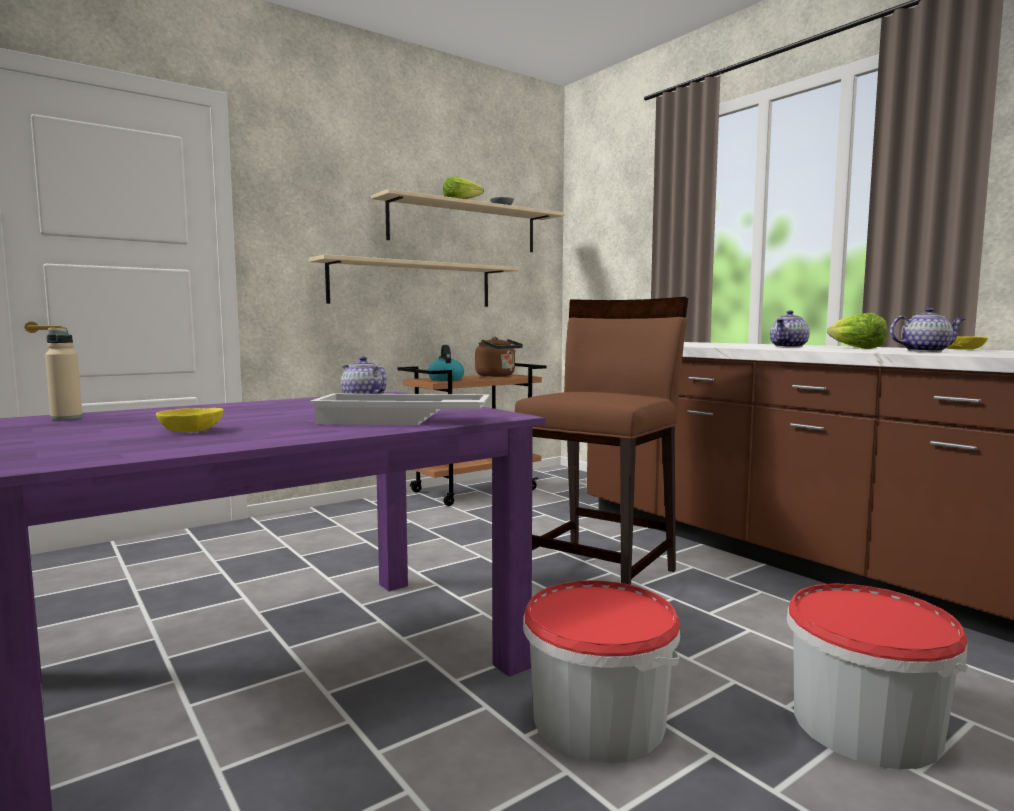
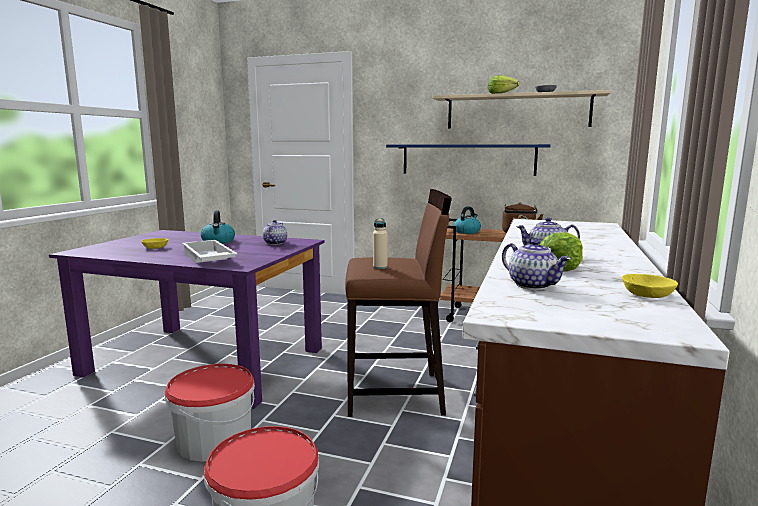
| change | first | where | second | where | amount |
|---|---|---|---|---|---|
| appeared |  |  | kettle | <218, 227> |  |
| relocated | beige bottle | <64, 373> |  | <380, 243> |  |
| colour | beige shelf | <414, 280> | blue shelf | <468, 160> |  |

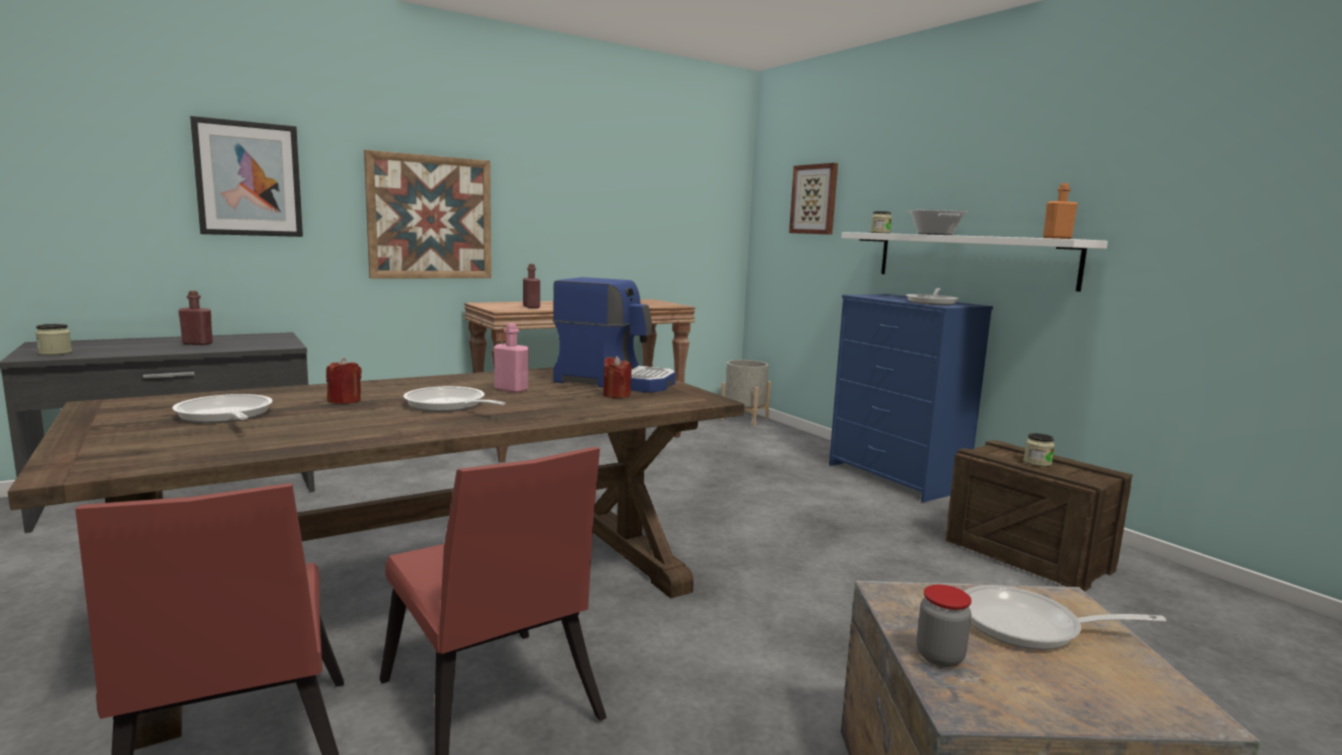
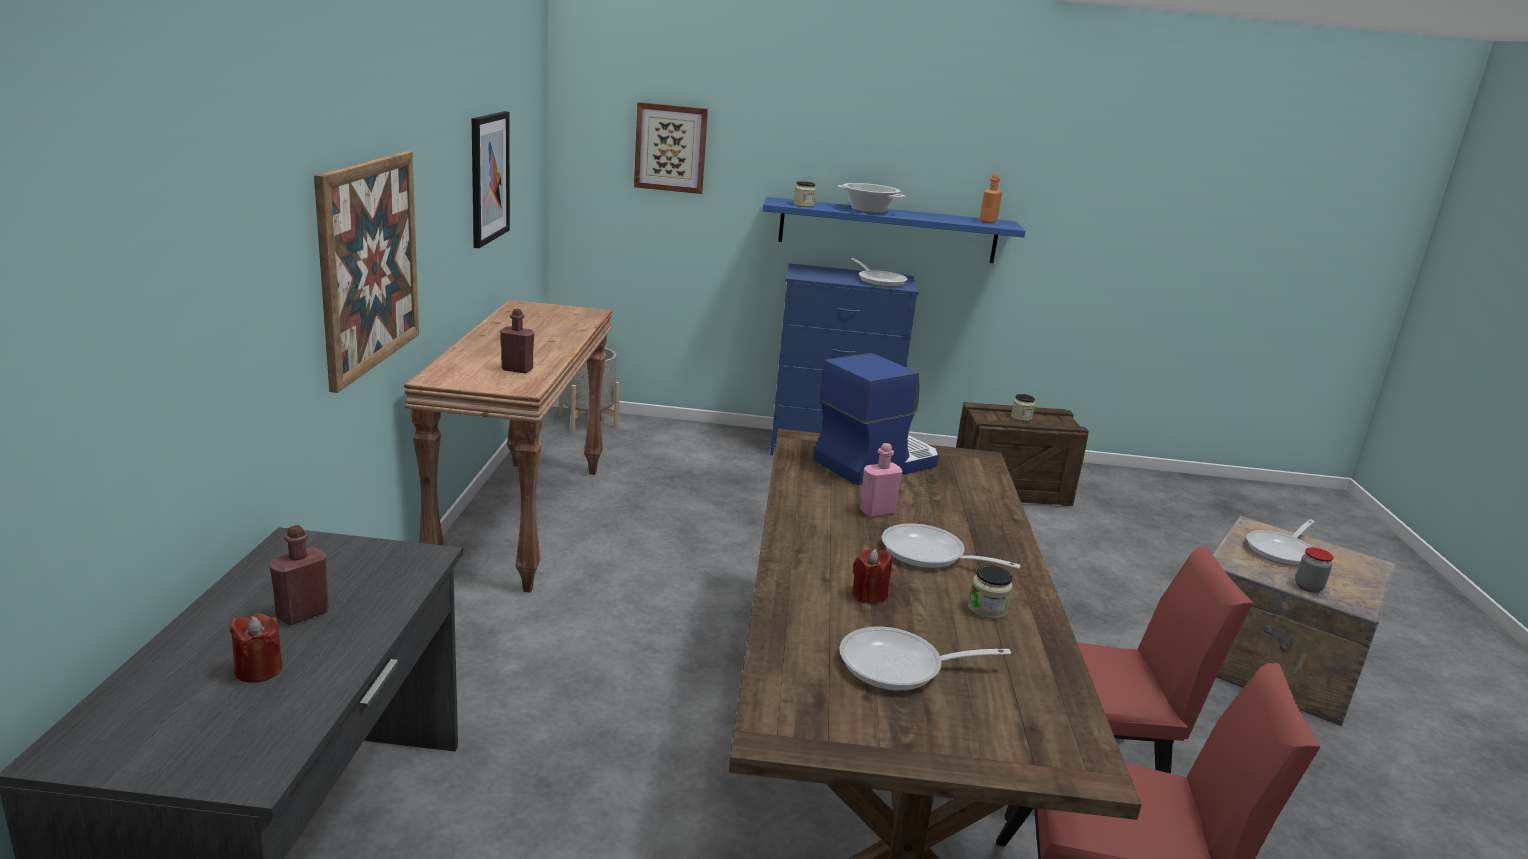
| change | first | where | second | where | amount |
|---|---|---|---|---|---|
| relocated | red candle | <617, 377> |  | <256, 648> |  |
| relocated | picture | <246, 176> |  | <491, 179> |  |
| colour | white shelf | <974, 262> | blue shelf | <893, 230> |  |
| spun | frying pan | <454, 399> |  | <951, 546> | 45 degrees clockwise |
| relocated | jar | <53, 339> |  | <990, 592> |  |

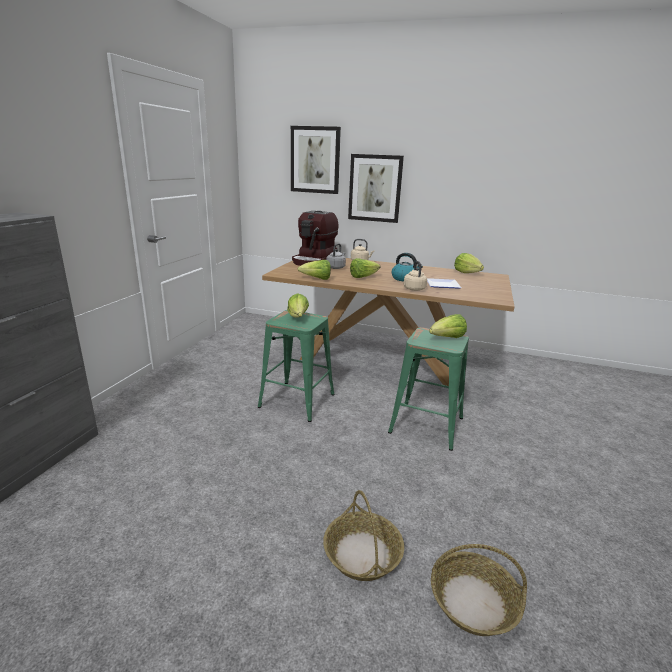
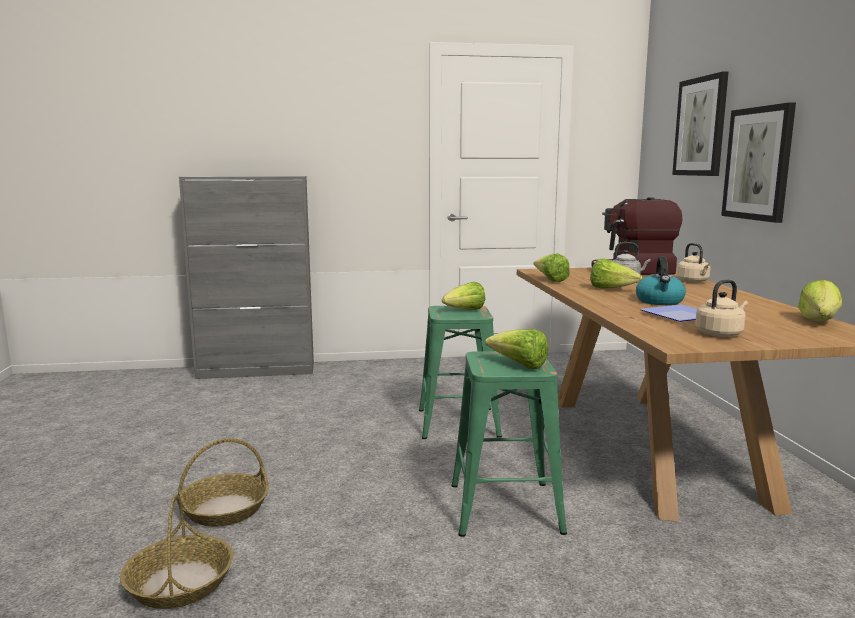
| change | first | where | second | where | amount |
|---|---|---|---|---|---|
| relocated | beige kettle | <415, 276> |  | <721, 308> |  |

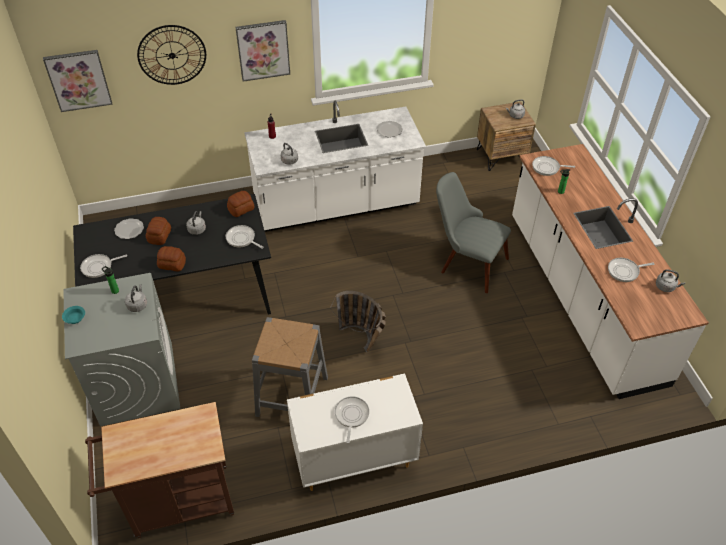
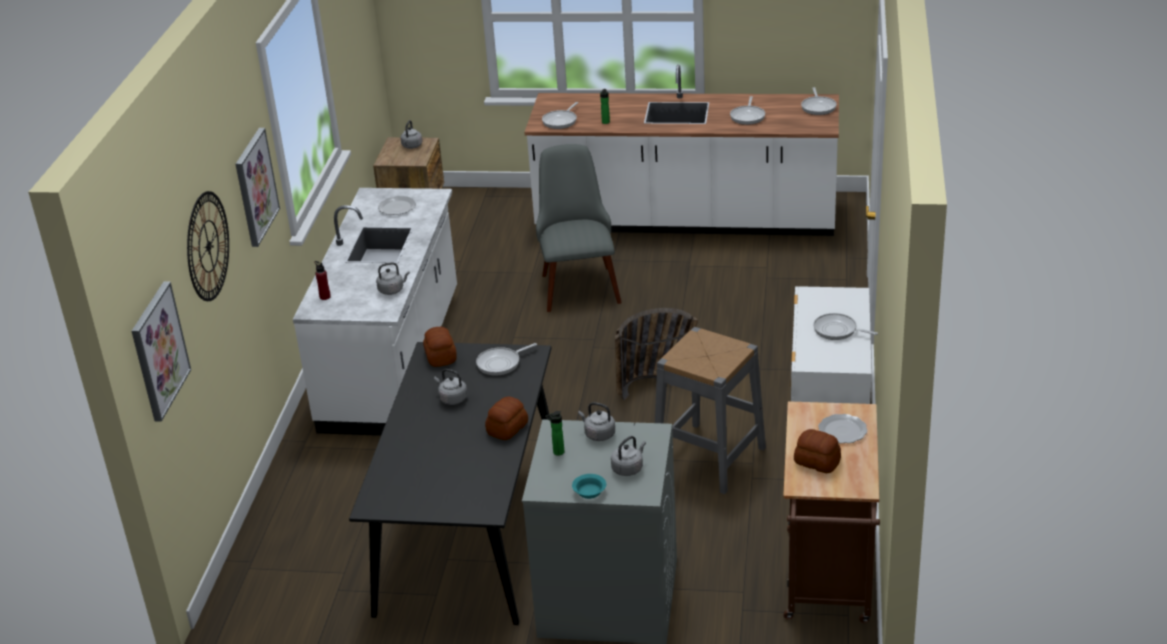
| change | first | where | second | where | amount |
|---|---|---|---|---|---|
| spun | grey chair | <473, 232> |  | <579, 228> | 120 degrees clockwise |
| relocated | grey kettle | <670, 280> |  | <628, 456> |  |
| relocated | bread | <158, 231> |  | <817, 451> |  |
| relocated | frying pan | <103, 266> |  | <819, 101> |  |
| relocated | plate | <129, 228> |  | <842, 429> |  |

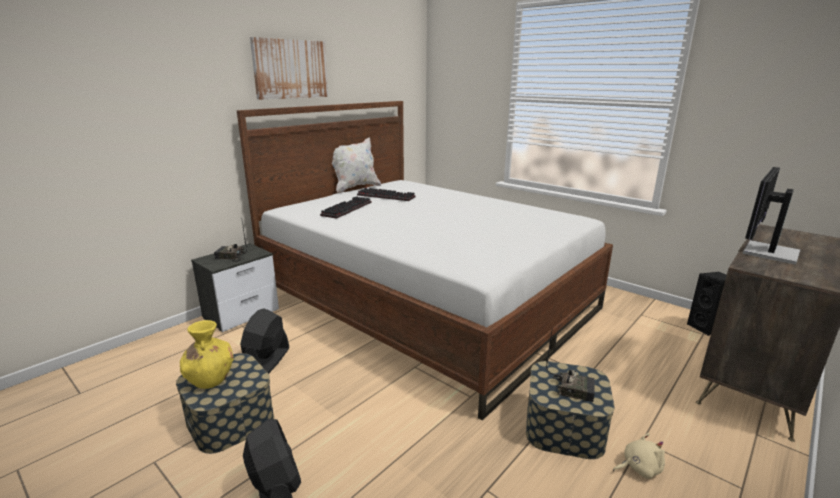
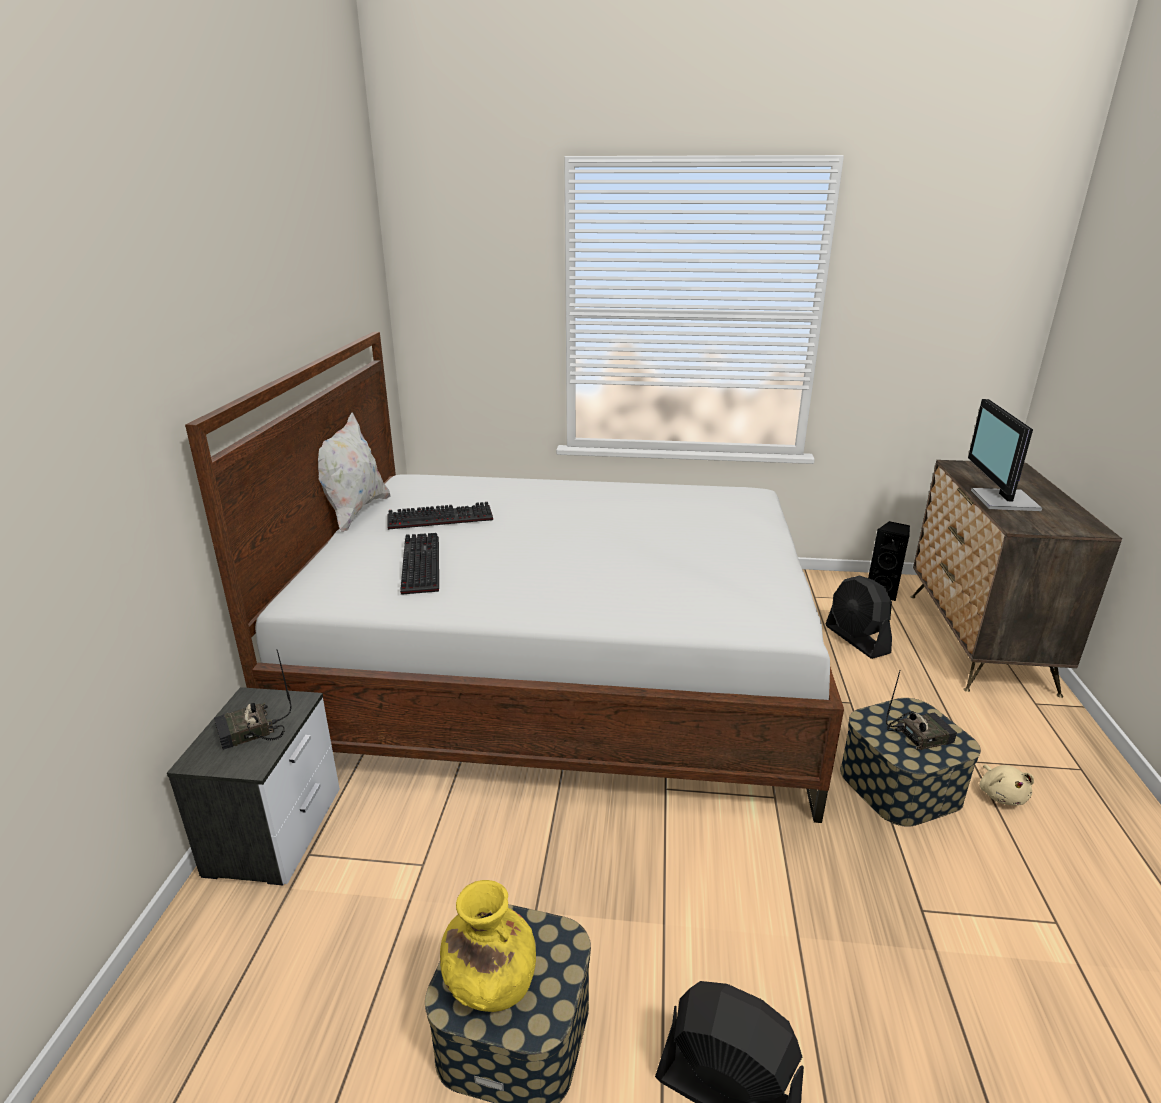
| change | first | where | second | where | amount |
|---|---|---|---|---|---|
| relocated | black fan | <264, 341> |  | <859, 617> |  |
| spun | beige plush toy | <639, 456> |  | <1007, 785> | 135 degrees clockwise |
| missing | picture | <289, 68> |  |  |  |

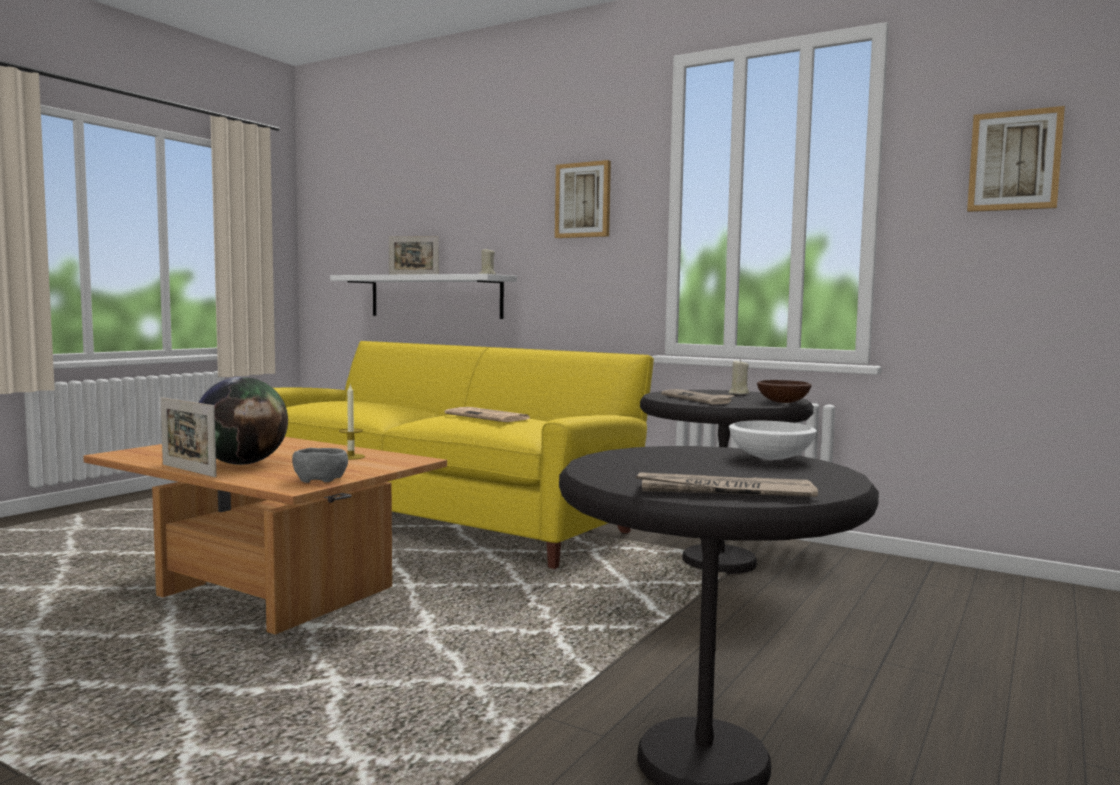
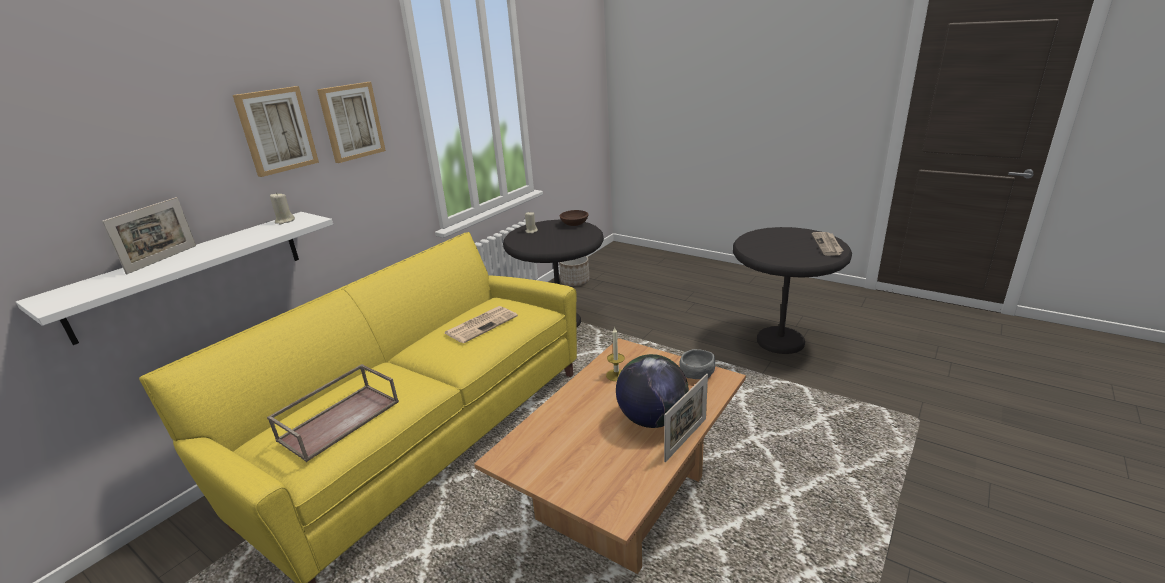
| change | first | where | second | where | amount |
|---|---|---|---|---|---|
| relocated | picture | <1016, 159> |  | <276, 131> |  |
| appeared |  |  | brown tray | <333, 413> |  |
| appeared |  |  | planter | <574, 271> |  |
| missing | newspaper | <697, 397> |  |  |  |
| missing | white bowl | <773, 440> |  |  |  |

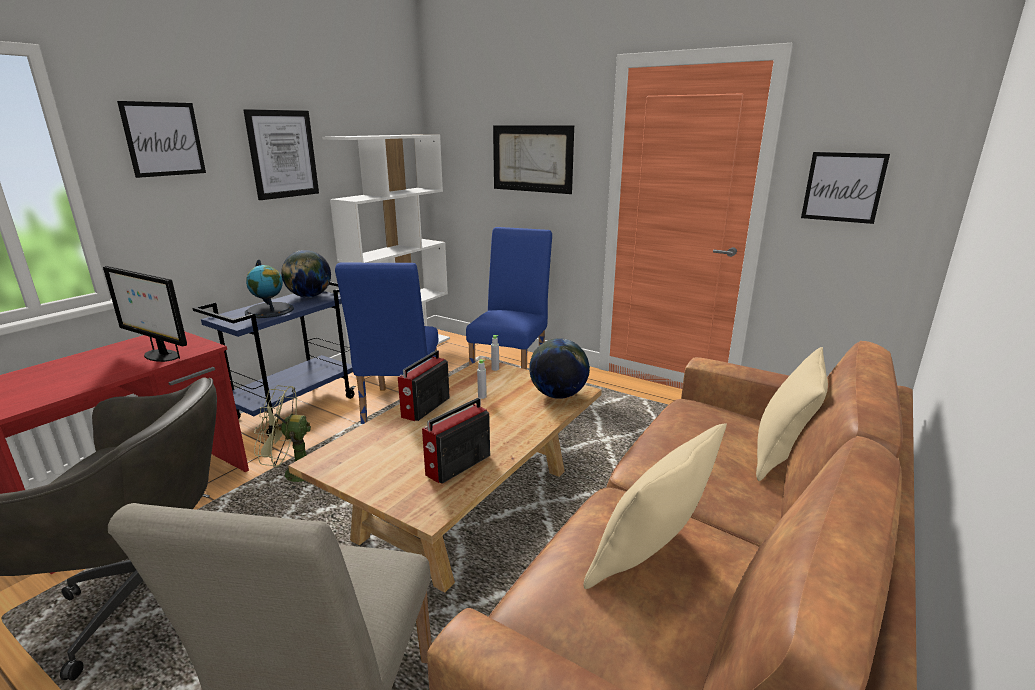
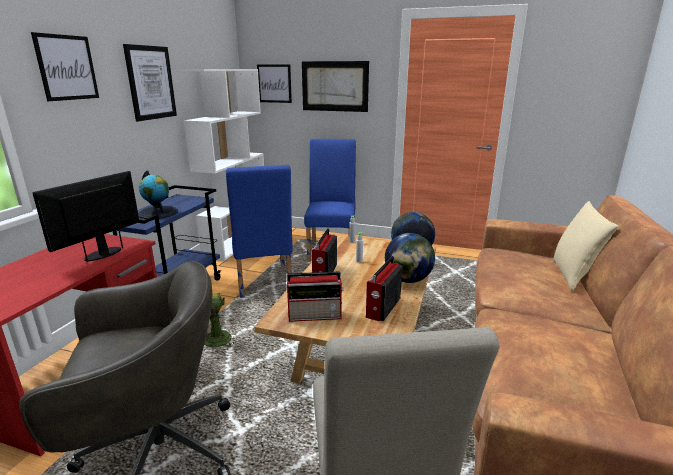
| change | first | where | second | where | amount |
|---|---|---|---|---|---|
| spun | monitor | <145, 314> |  | <86, 216> | 105 degrees clockwise |
| relocated | picture | <845, 188> |  | <274, 83> |  |
| appeared |  |  | radio | <315, 296> |  |
| relocated | globe | <306, 274> |  | <410, 258> |  |
| missing | beige pillow | <655, 506> |  |  |  |

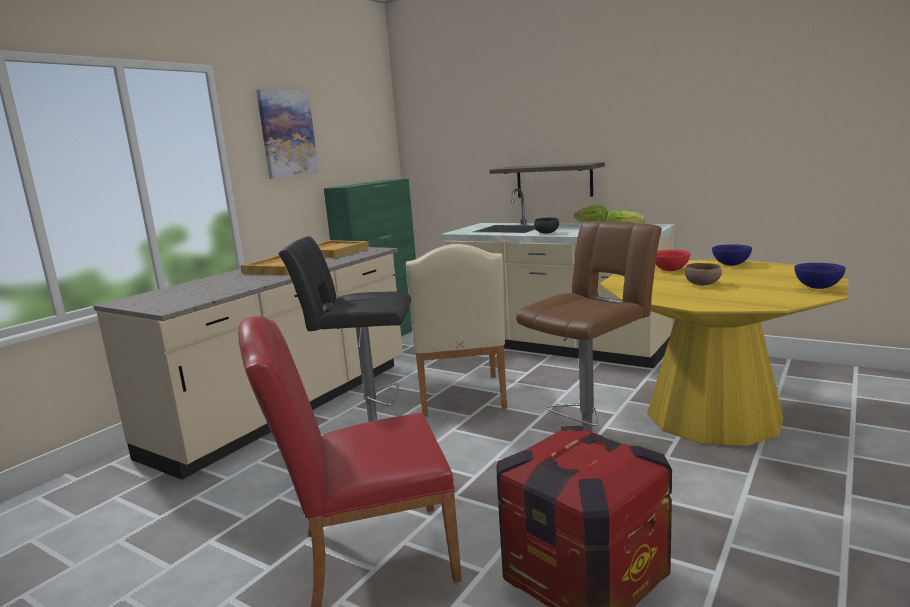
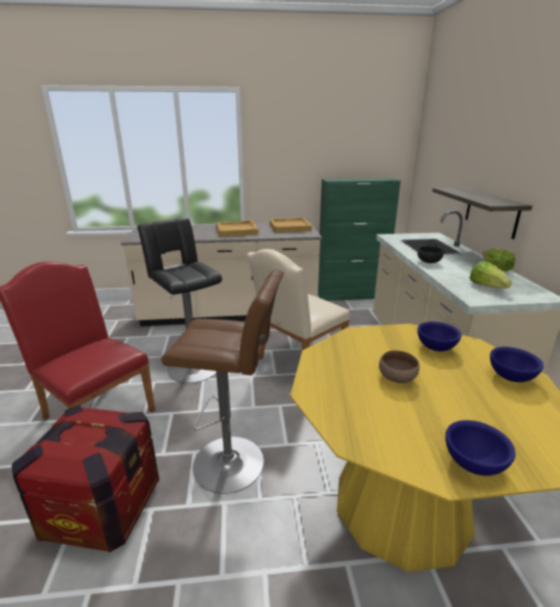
| change | first | where | second | where | amount |
|---|---|---|---|---|---|
| colour | red bowl | <673, 260> | blue bowl | <439, 336> |  |
| missing | picture | <287, 134> |  |  |  |

